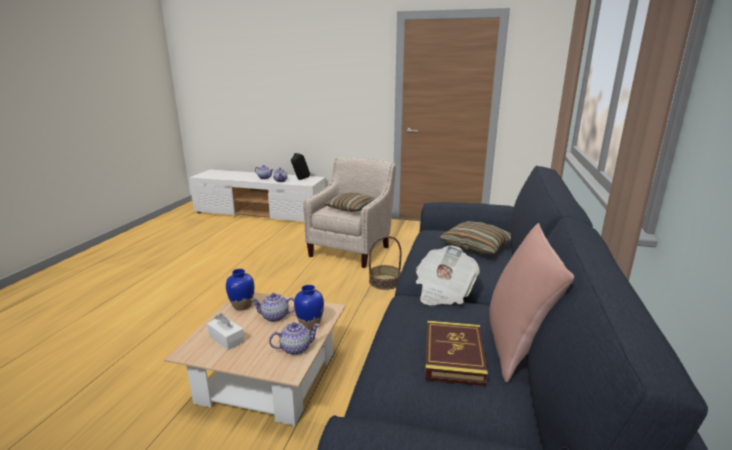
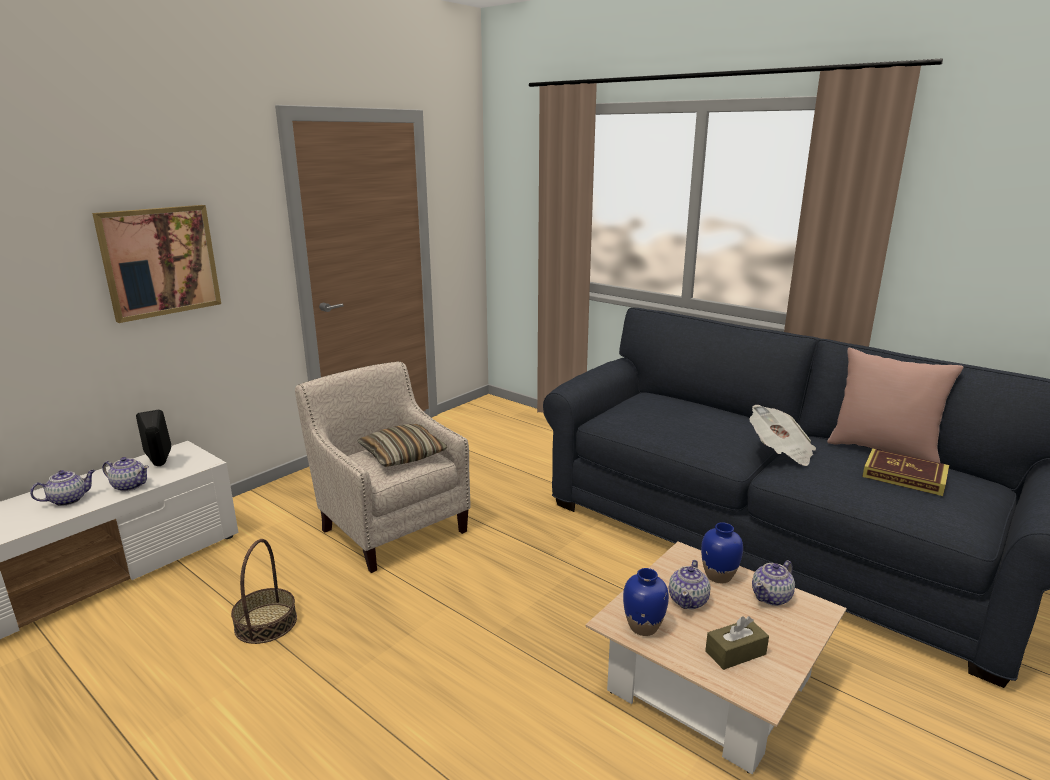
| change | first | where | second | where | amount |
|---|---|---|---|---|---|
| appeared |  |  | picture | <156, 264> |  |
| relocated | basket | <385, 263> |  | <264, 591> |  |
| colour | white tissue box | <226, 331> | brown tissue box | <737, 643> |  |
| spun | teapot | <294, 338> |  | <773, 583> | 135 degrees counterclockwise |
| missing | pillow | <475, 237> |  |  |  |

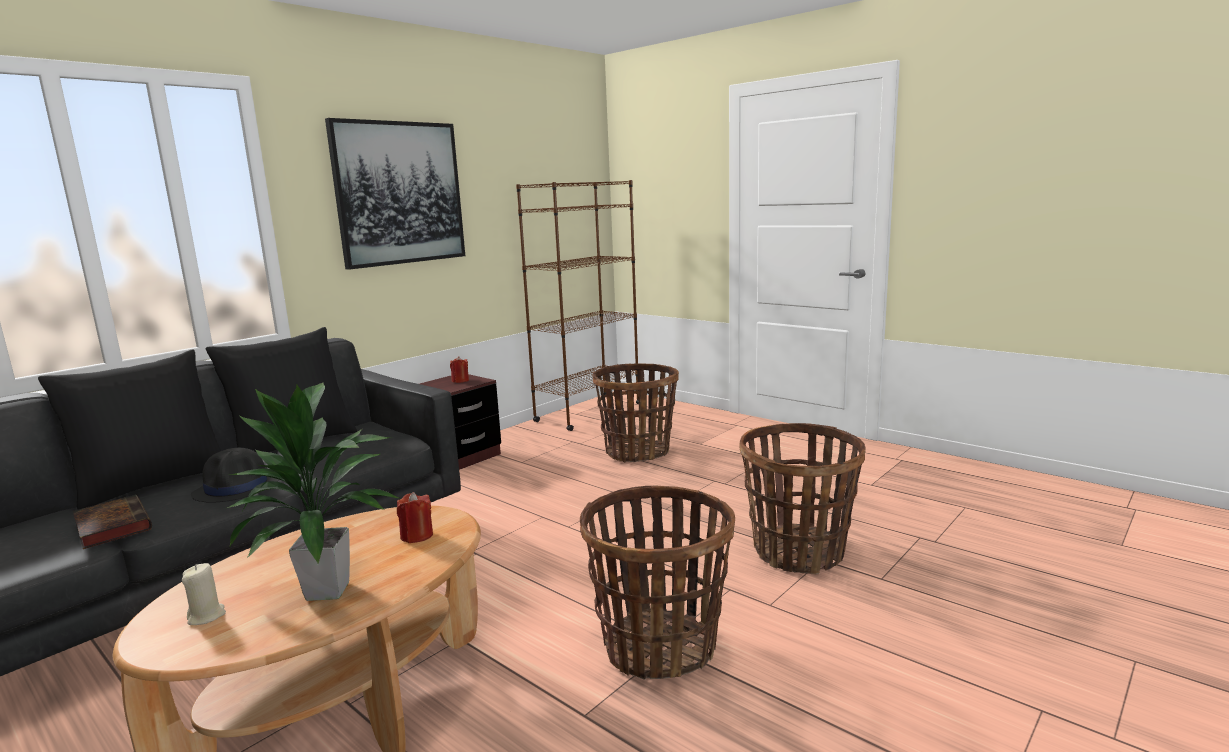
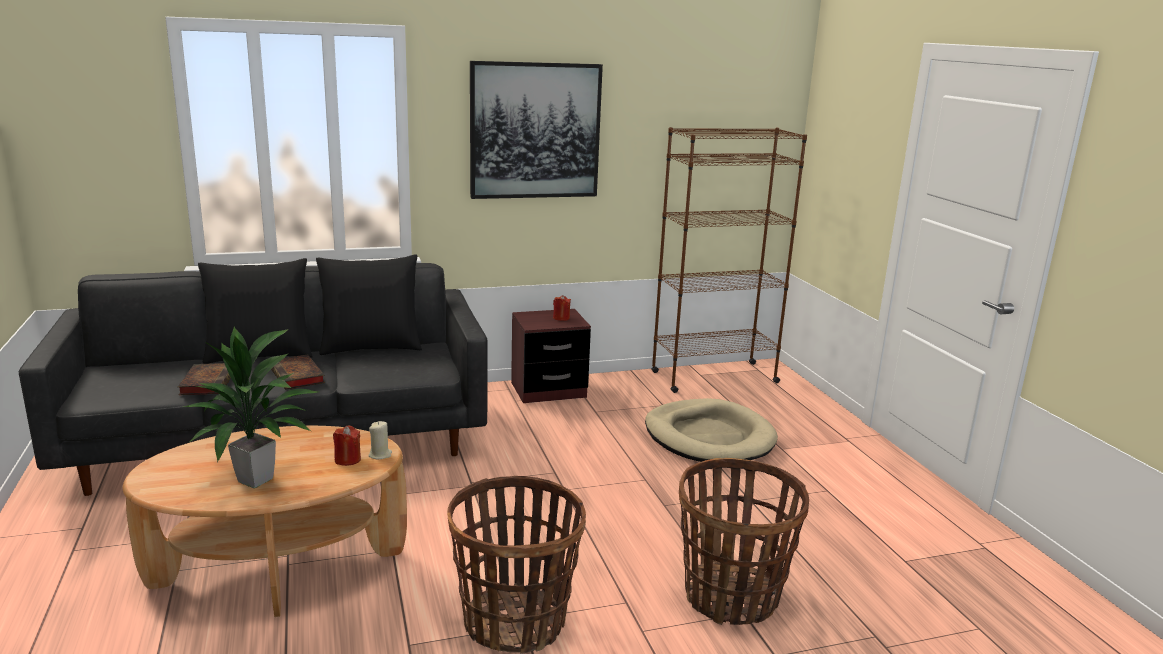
| change | first | where | second | where | amount |
|---|---|---|---|---|---|
| exchanged | black hat | <235, 475> | book | <298, 372> |  |
| relocated | beige candle | <204, 594> |  | <380, 440> |  |
| exchanged | basket | <635, 412> | beige dog bed | <711, 430> |  |

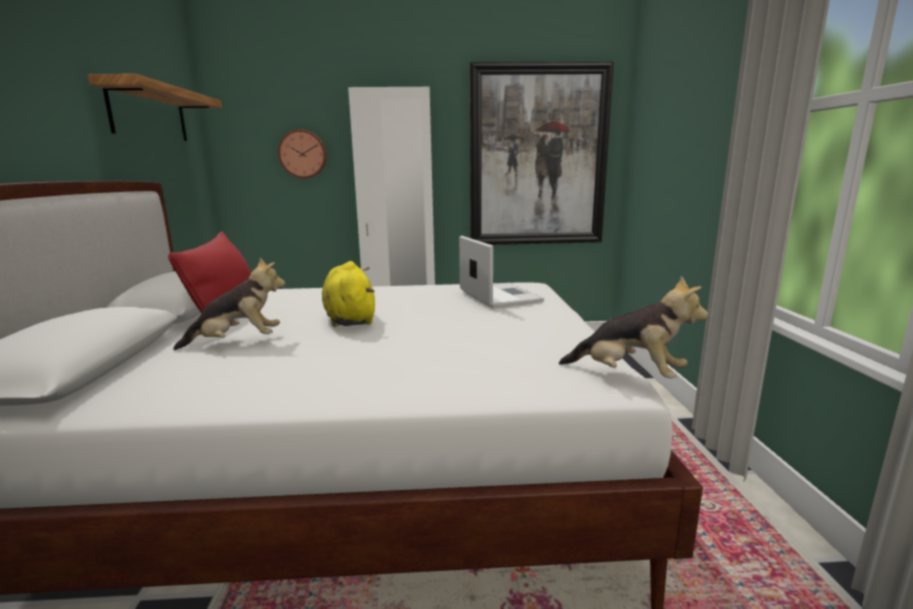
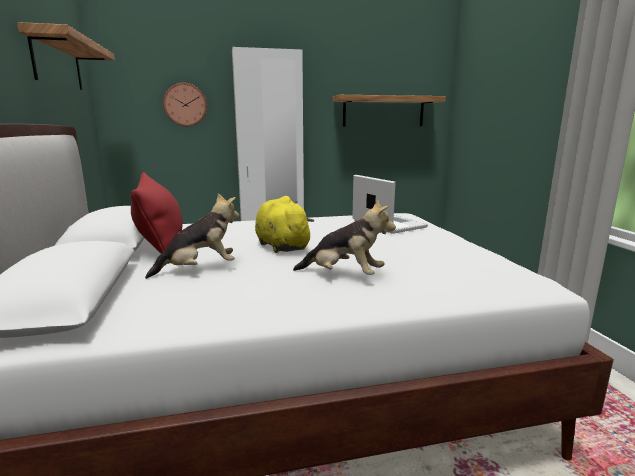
| change | first | where | second | where | amount |
|---|---|---|---|---|---|
| relocated | plush toy | <633, 327> |  | <344, 237> |  |
| exchanged | picture | <541, 153> | shelf | <389, 111> |  |

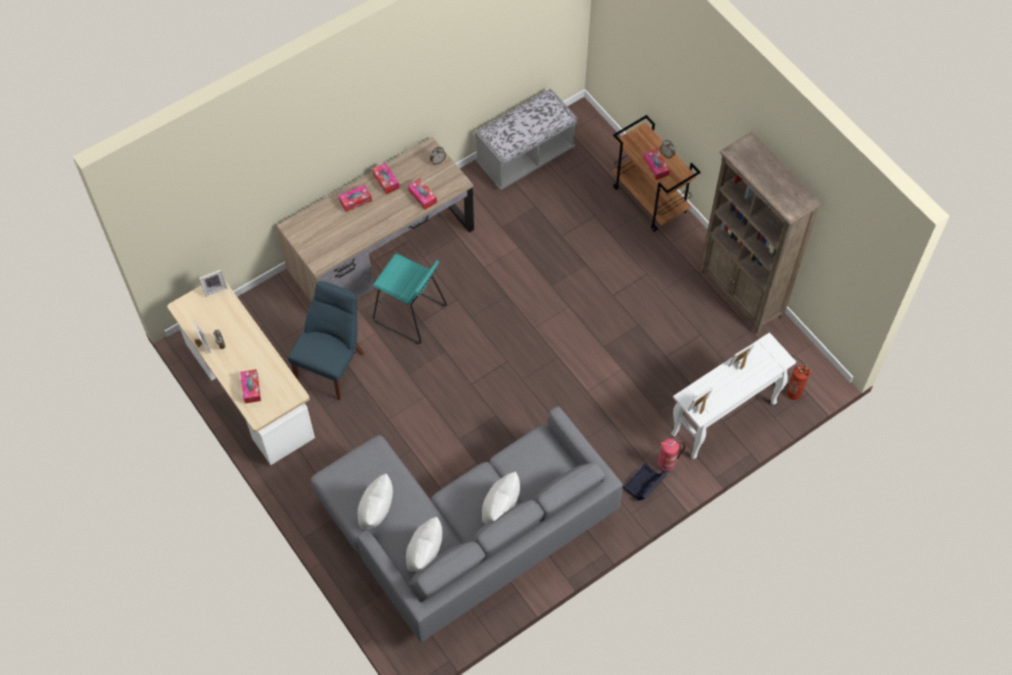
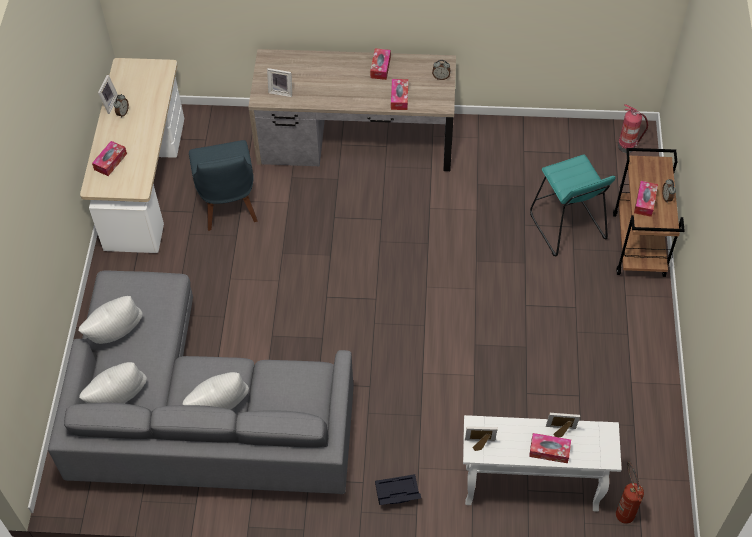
| change | first | where | second | where | amount |
|---|---|---|---|---|---|
| spun | blue chair | <326, 340> |  | <223, 185> | 105 degrees clockwise |
| relocated | picture frame | <213, 283> |  | <279, 82> |  |
| relocated | tissue box | <355, 198> |  | <550, 448> |  |
| relocated | turquoise stool | <410, 299> |  | <573, 206> |  |
| relocated | fire extinguisher | <671, 456> |  | <633, 128> |  |
| missing | grey bench | <526, 139> |  |  |  |
| missing | brown bookcase | <760, 233> |  |  |  |

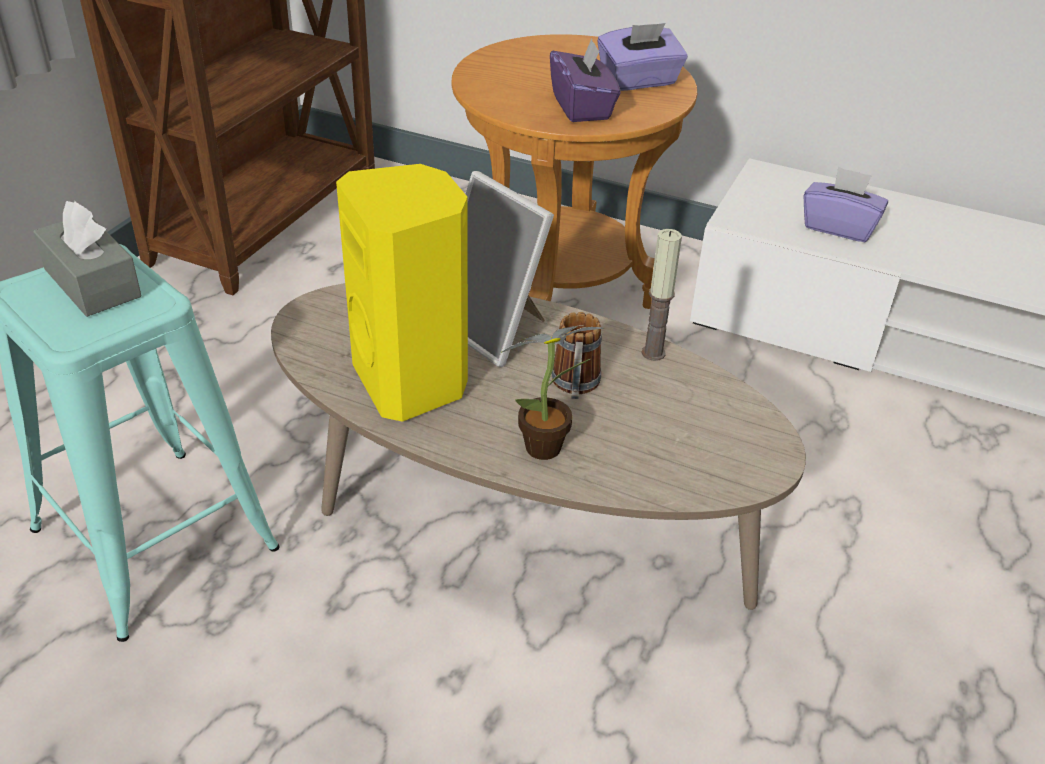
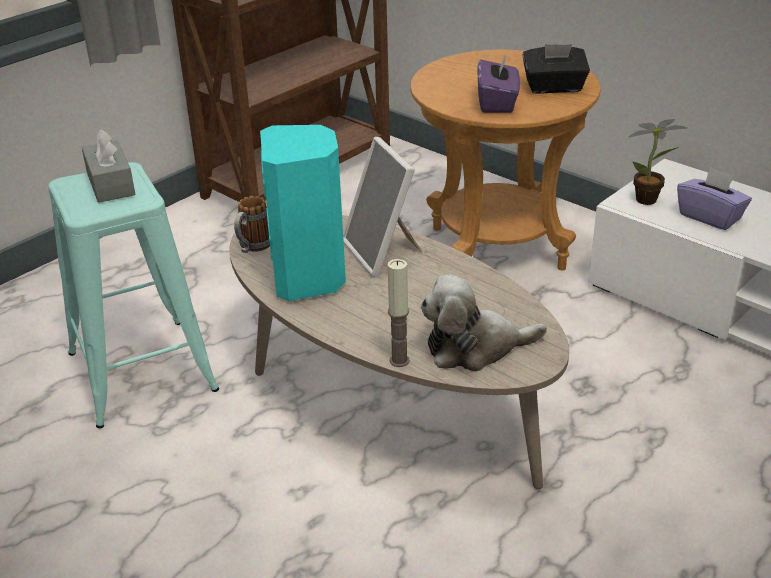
| change | first | where | second | where | amount |
|---|---|---|---|---|---|
| relocated | mug | <576, 355> |  | <252, 224> |  |
| colour | yellow speaker | <402, 293> | turquoise speaker | <303, 213> |  |
| relocated | candle | <662, 295> |  | <399, 313> |  |
| appeared |  |  | plush toy | <483, 322> |  |
| colour | purple tissue box | <642, 57> | black tissue box | <556, 69> |  |
| relocated | potted plant | <552, 392> |  | <658, 162> |  |

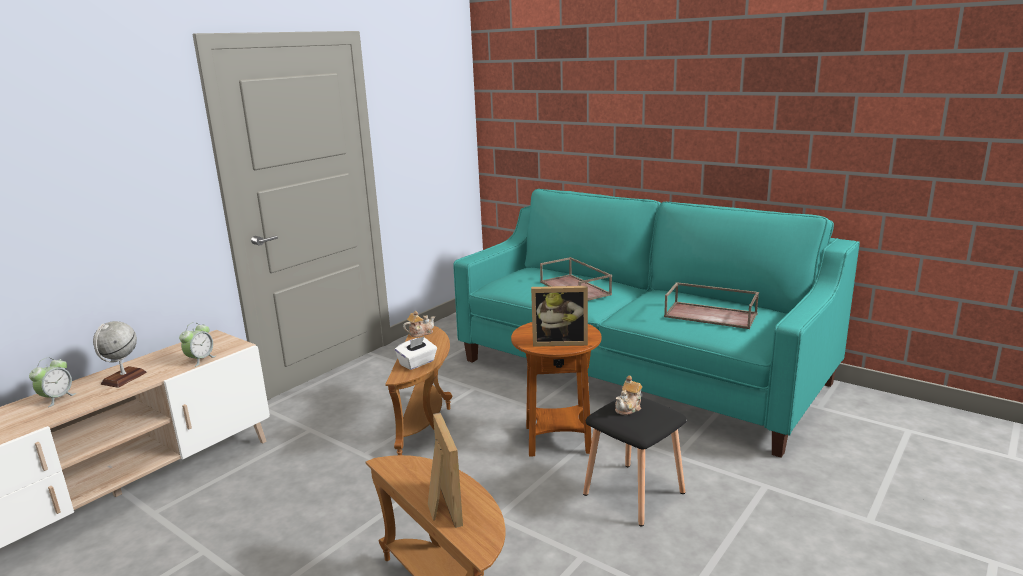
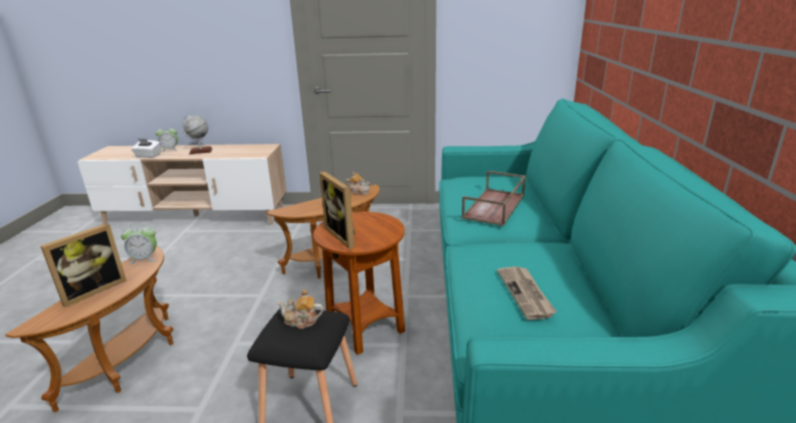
| change | first | where | second | where | amount |
|---|---|---|---|---|---|
| relocated | alarm clock | <197, 344> |  | <139, 243> |  |
| relocated | white tissue box | <416, 353> |  | <146, 148> |  |
| exchanged | brown tray | <711, 305> | newspaper | <527, 293> |  |

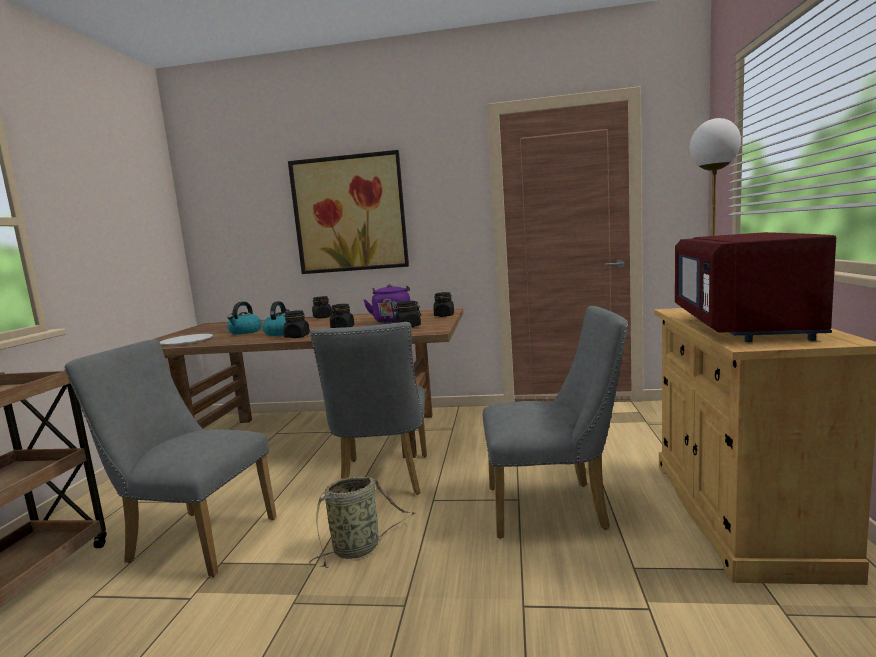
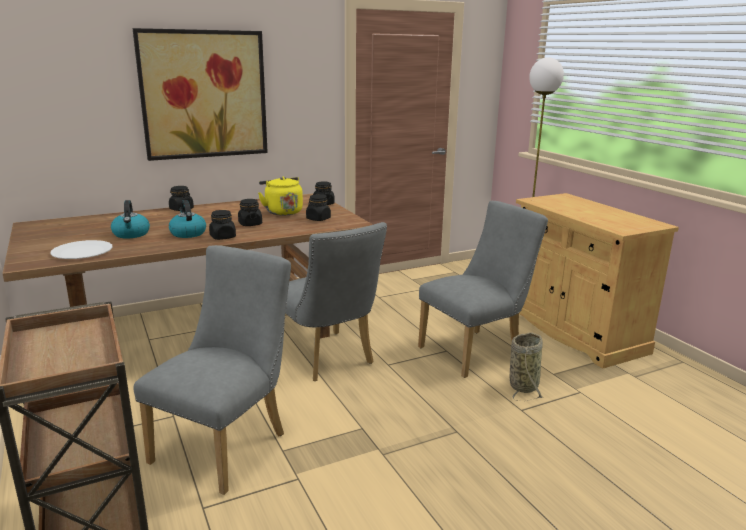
| change | first | where | second | where | amount |
|---|---|---|---|---|---|
| spun | grey chair | <171, 458> |  | <212, 370> | 135 degrees clockwise |
| colour | purple kettle | <386, 303> | yellow kettle | <280, 196> |  |
| relocated | basket | <362, 522> |  | <526, 367> |  |
| missing | red microwave | <755, 287> |  |  |  |

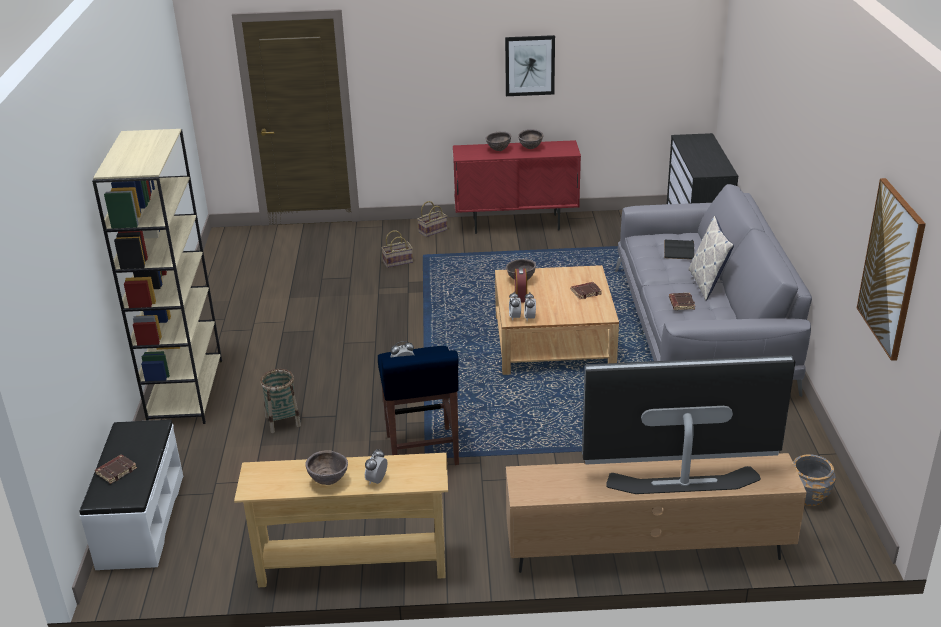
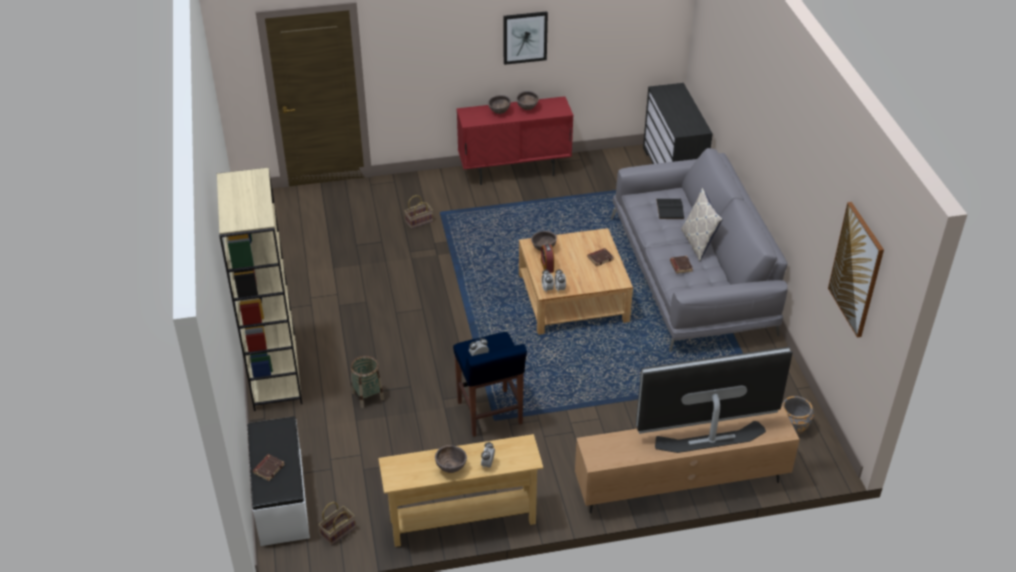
| change | first | where | second | where | amount |
|---|---|---|---|---|---|
| relocated | basket | <432, 219> |  | <337, 523> |  |

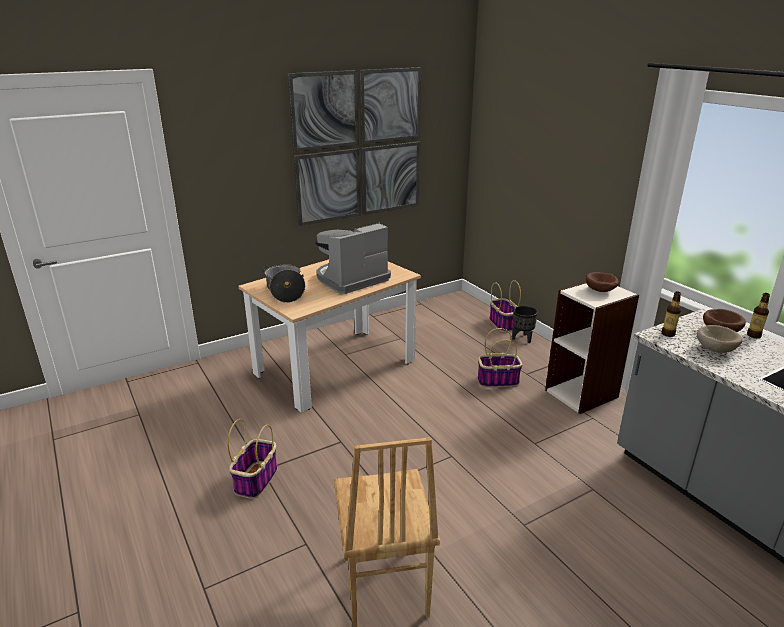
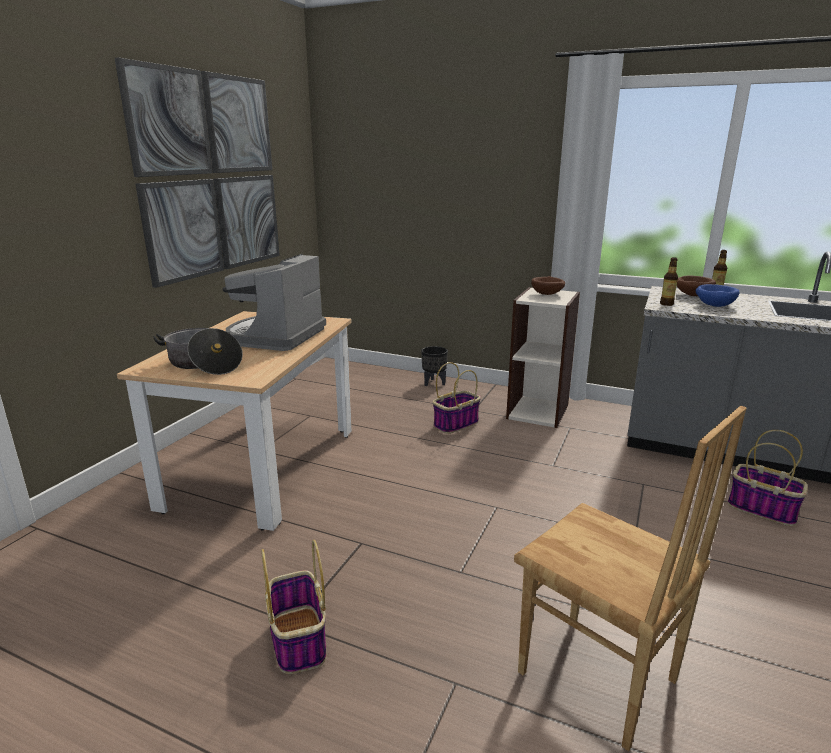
| change | first | where | second | where | amount |
|---|---|---|---|---|---|
| colour | beige bowl | <719, 339> | blue bowl | <717, 295> |  |
| relocated | basket | <505, 306> |  | <768, 478> |  |

